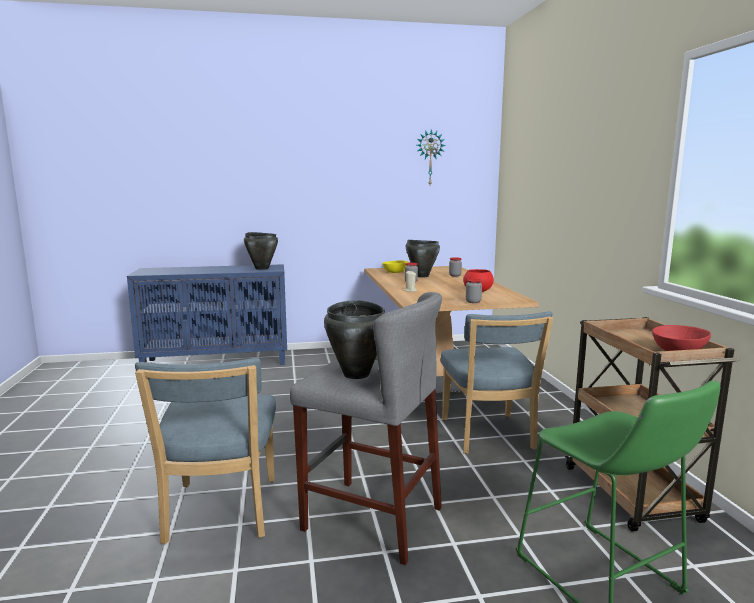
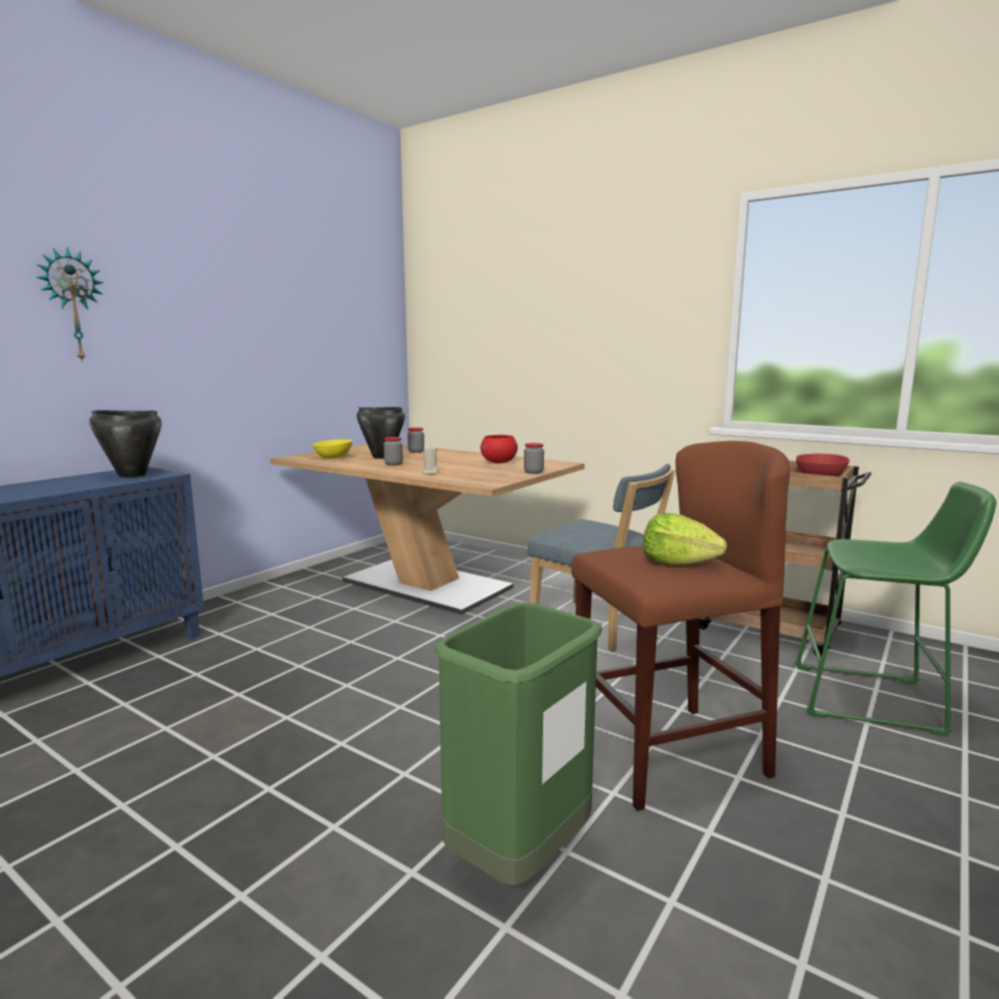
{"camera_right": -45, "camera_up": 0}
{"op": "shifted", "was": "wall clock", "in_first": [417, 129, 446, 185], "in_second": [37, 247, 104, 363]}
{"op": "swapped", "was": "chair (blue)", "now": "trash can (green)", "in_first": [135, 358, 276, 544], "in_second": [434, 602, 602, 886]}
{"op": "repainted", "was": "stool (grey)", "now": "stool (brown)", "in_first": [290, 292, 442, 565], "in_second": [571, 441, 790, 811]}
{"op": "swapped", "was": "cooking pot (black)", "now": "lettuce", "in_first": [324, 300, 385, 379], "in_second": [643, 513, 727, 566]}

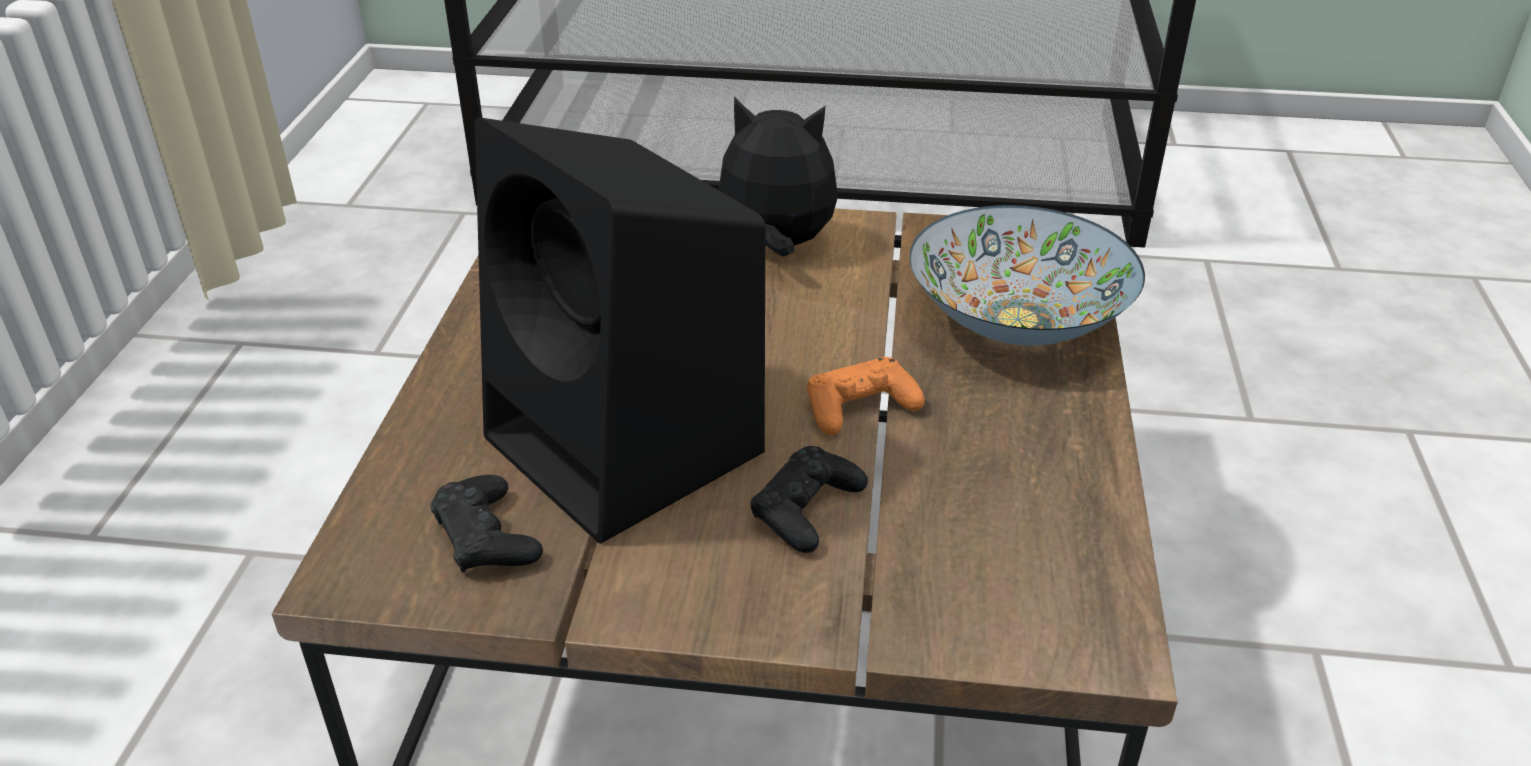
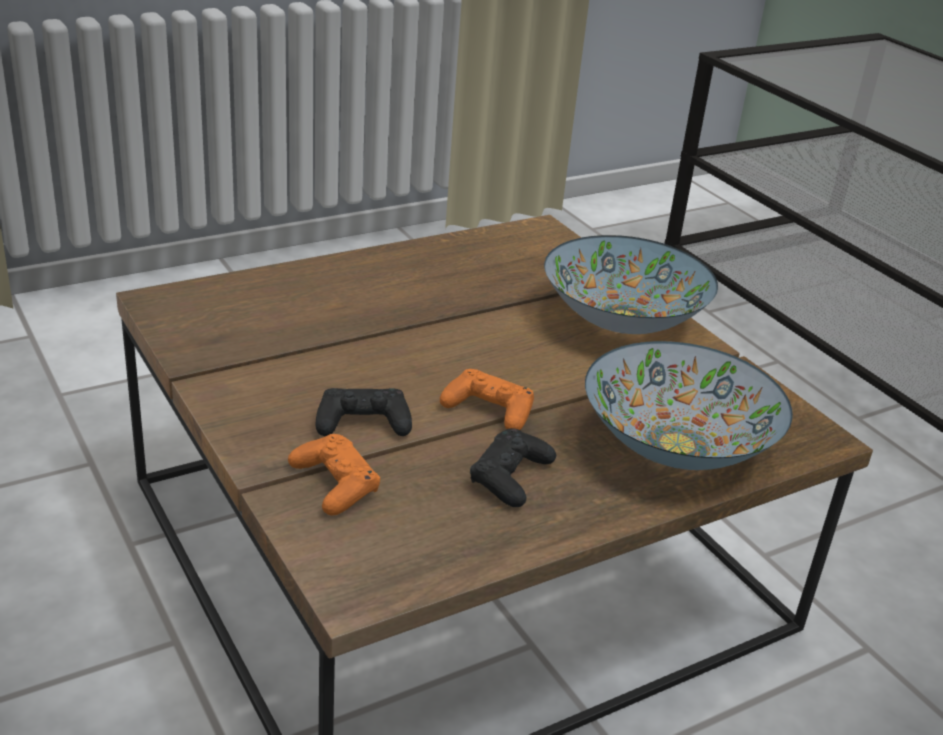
{"camera_right": 50, "camera_up": -5}
{"op": "new", "now": "game controller (orange)", "in_second": [288, 434, 380, 516]}
{"op": "shifted", "was": "game controller (black)", "in_first": [430, 475, 543, 573], "in_second": [470, 429, 556, 507]}
{"op": "swapped", "was": "plush toy", "now": "bowl", "in_first": [719, 97, 838, 257], "in_second": [544, 235, 718, 334]}
{"op": "gone", "was": "speaker (black)", "in_first": [475, 117, 765, 544]}

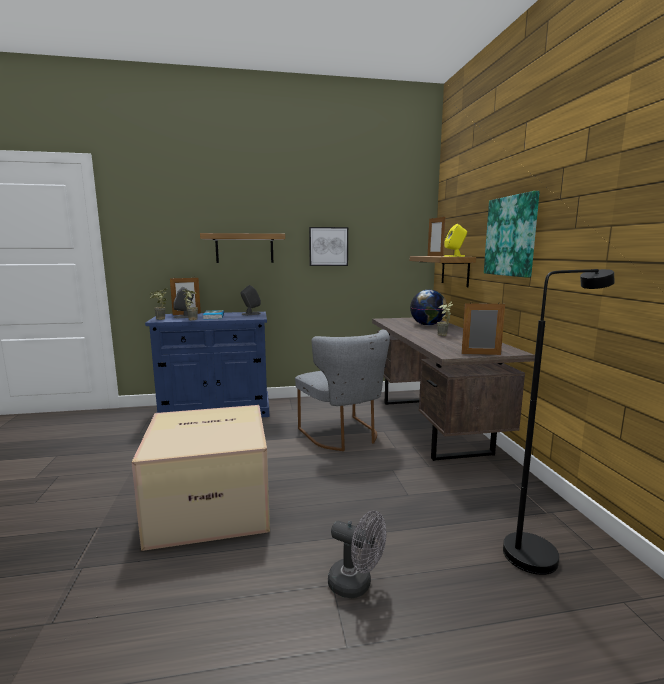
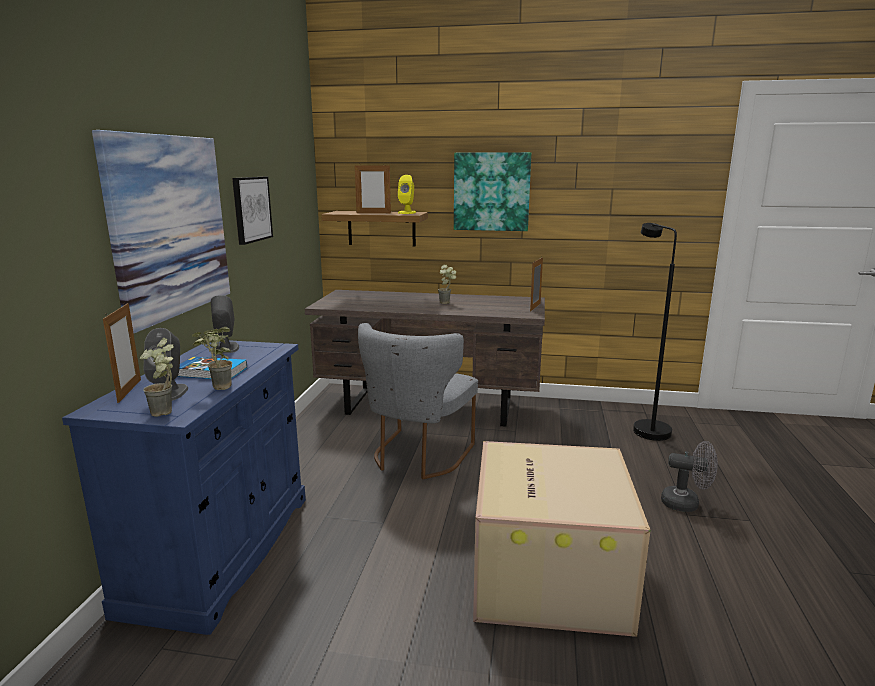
{"camera_right": -70, "camera_up": 5}
{"op": "swapped", "was": "shelf", "now": "picture", "in_first": [200, 233, 285, 263], "in_second": [92, 130, 230, 333]}
{"op": "rotated", "was": "chair (grey)", "in_first": [295, 330, 390, 451], "in_second": [358, 323, 478, 479], "clockwise": 120}
{"op": "rotated", "was": "fan (grey)", "in_first": [328, 511, 386, 598], "in_second": [661, 441, 718, 512], "clockwise": 60}
{"op": "gone", "was": "globe", "in_first": [410, 290, 447, 326]}

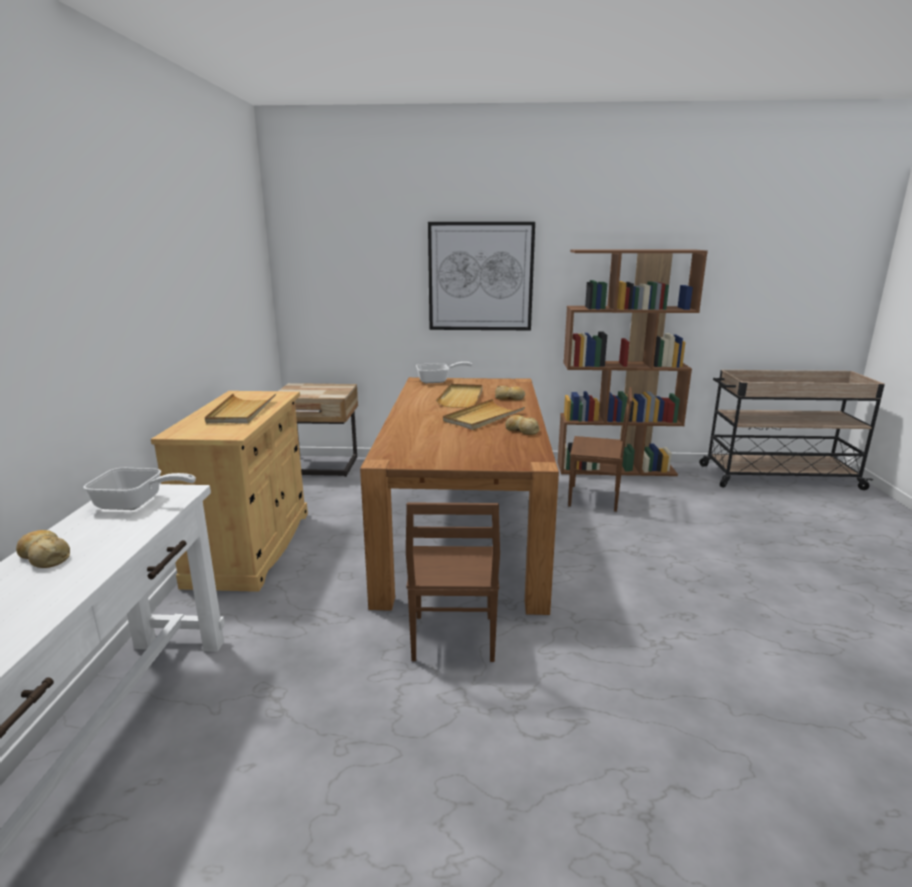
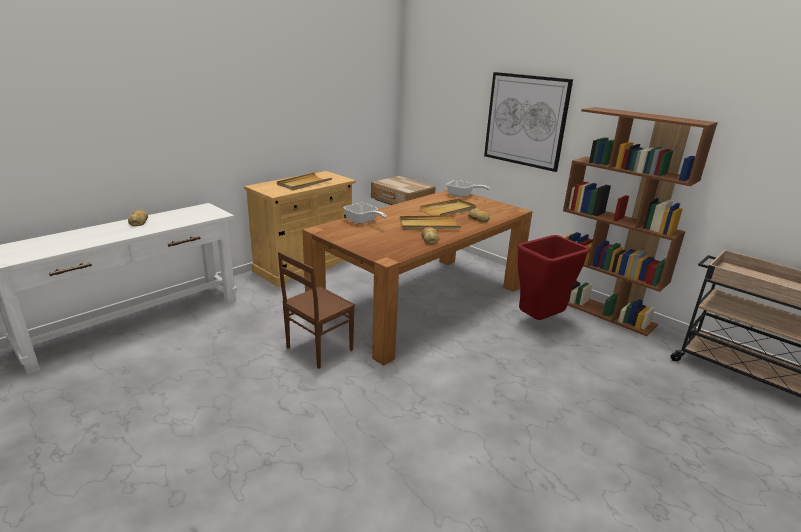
{"camera_right": 40, "camera_up": 5}
{"op": "shifted", "was": "frying pan", "in_first": [83, 468, 196, 510], "in_second": [343, 203, 387, 224]}
{"op": "swapped", "was": "chair (brown)", "now": "trash can (red)", "in_first": [568, 387, 632, 512], "in_second": [517, 235, 590, 320]}

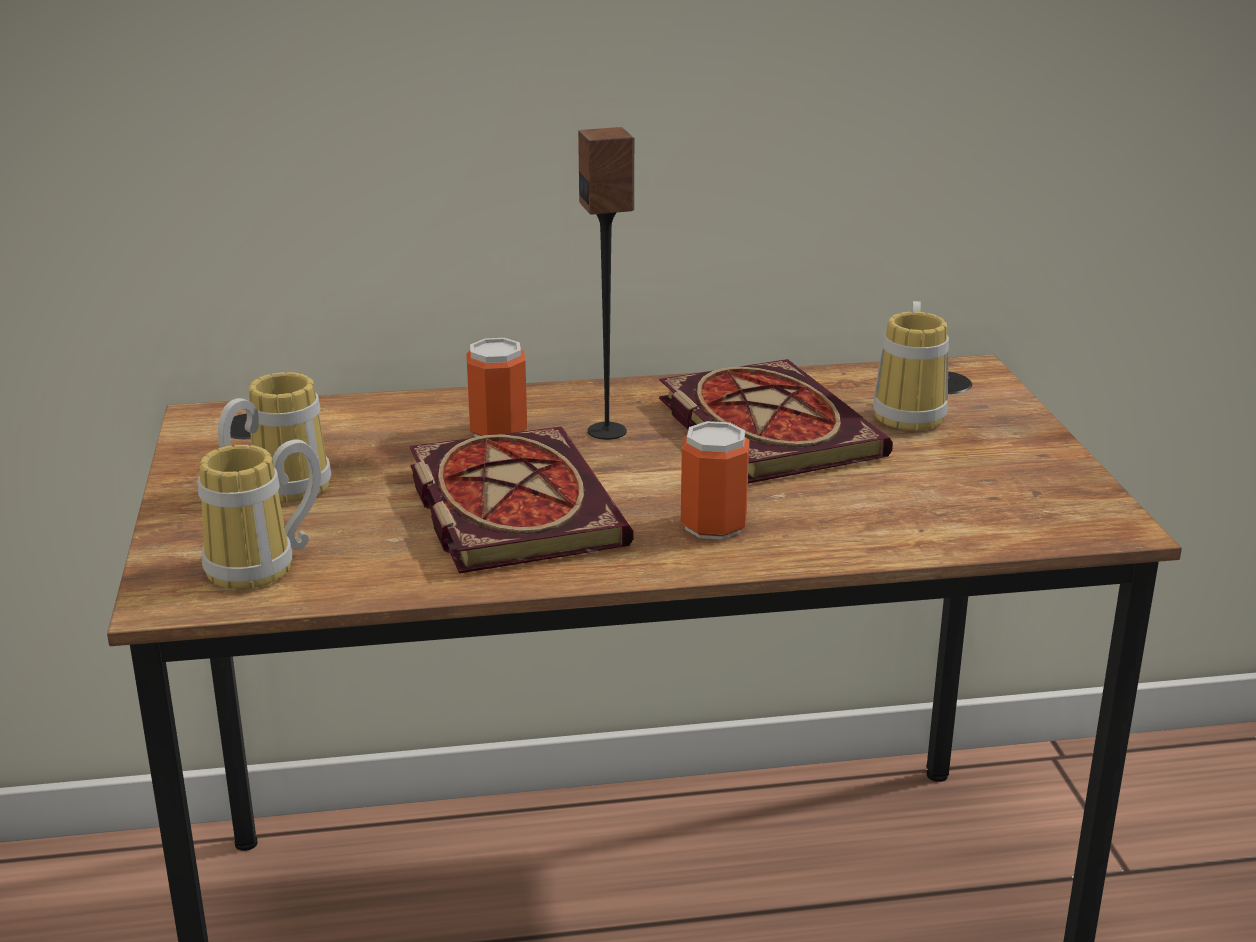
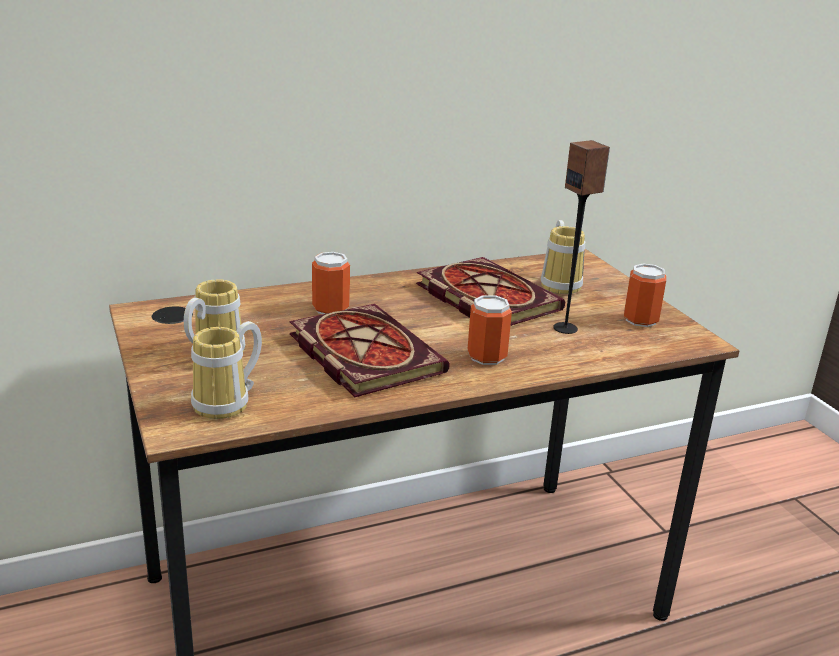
{"camera_right": -15, "camera_up": 0}
{"op": "shifted", "was": "speaker", "in_first": [578, 127, 634, 440], "in_second": [553, 140, 610, 334]}
{"op": "new", "now": "can", "in_second": [624, 264, 666, 327]}

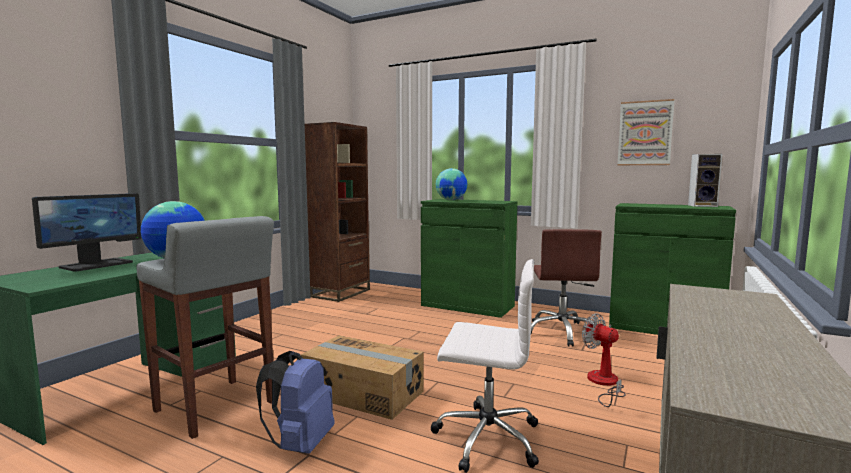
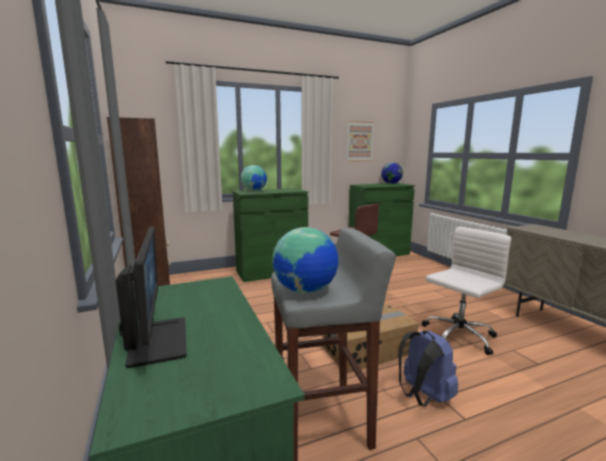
{"camera_right": -50, "camera_up": 5}
{"op": "swapped", "was": "speaker", "now": "globe", "in_first": [688, 154, 722, 207], "in_second": [381, 163, 403, 184]}
{"op": "gone", "was": "fan", "in_first": [582, 313, 625, 407]}

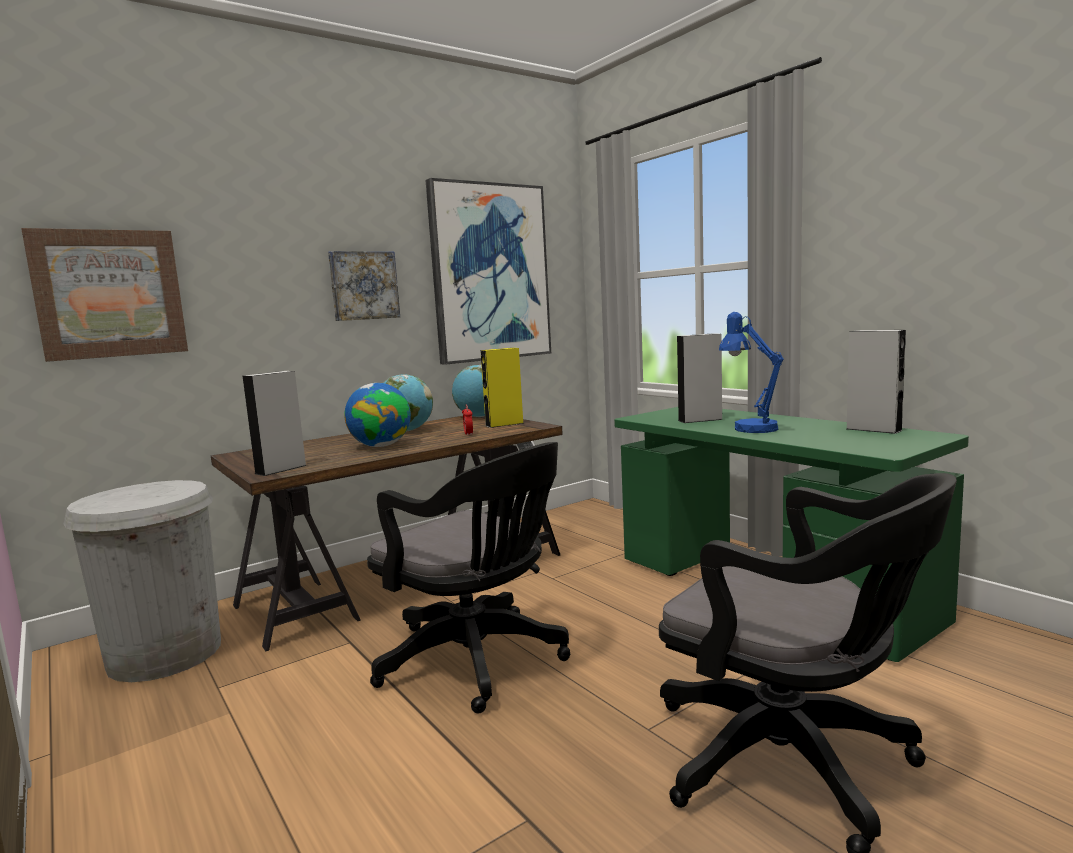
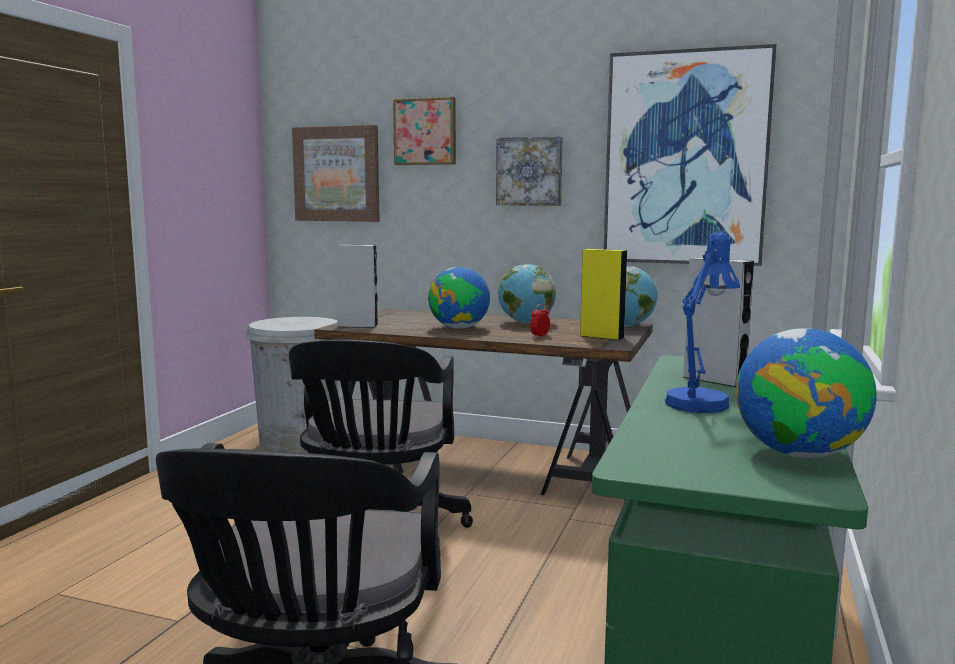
{"camera_right": 55, "camera_up": 0}
{"op": "new", "now": "picture", "in_second": [393, 97, 456, 165]}
{"op": "swapped", "was": "speaker (grey)", "now": "globe", "in_first": [847, 330, 906, 434], "in_second": [736, 328, 877, 458]}

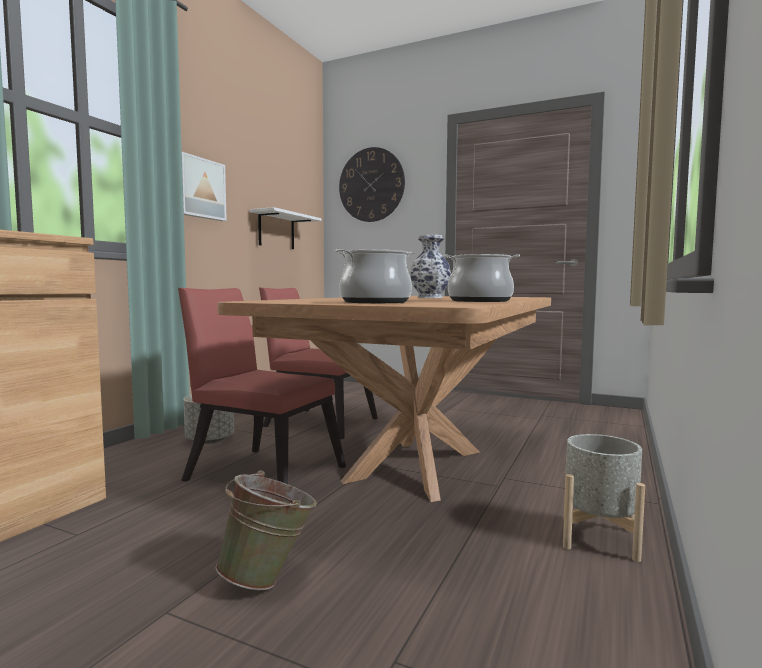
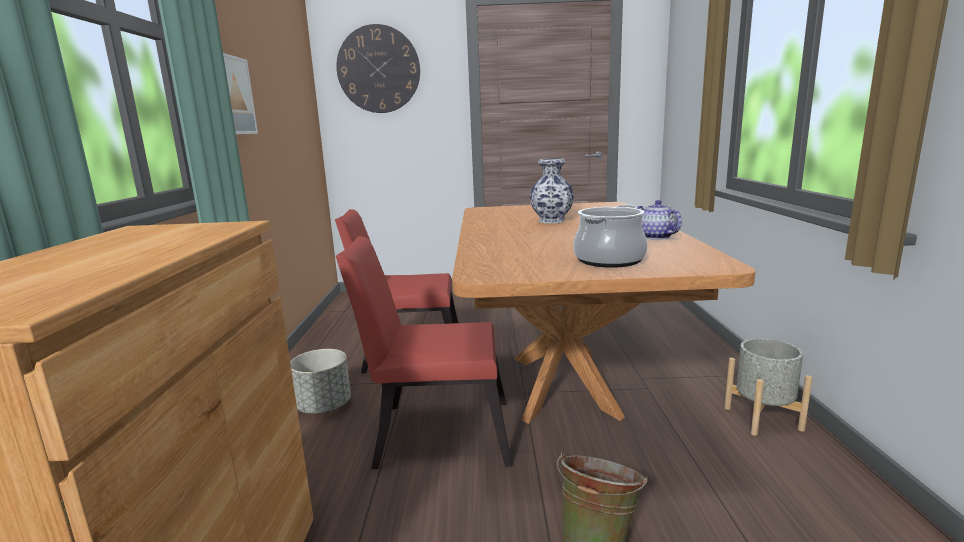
{"camera_right": -25, "camera_up": 10}
{"op": "swapped", "was": "cooking pot", "now": "teapot", "in_first": [443, 254, 520, 302], "in_second": [637, 200, 682, 240]}
{"op": "gone", "was": "shelf (white)", "in_first": [250, 207, 322, 249]}

